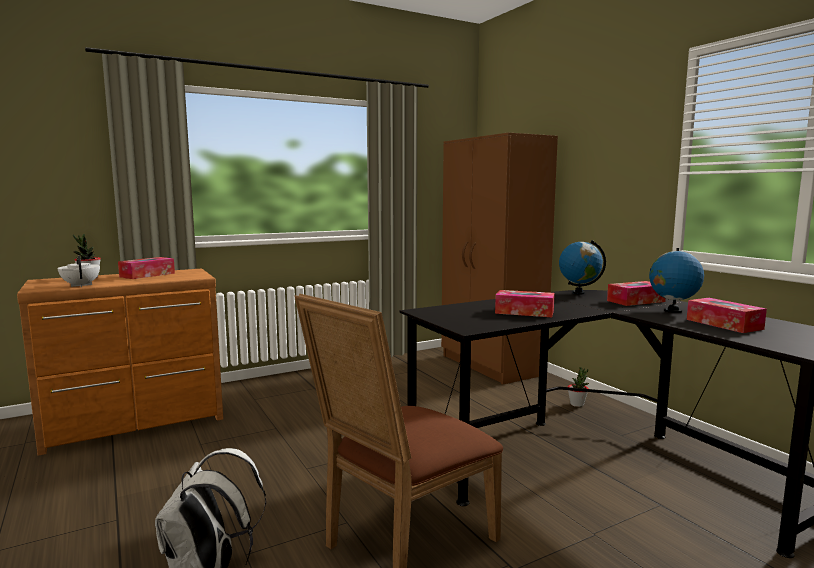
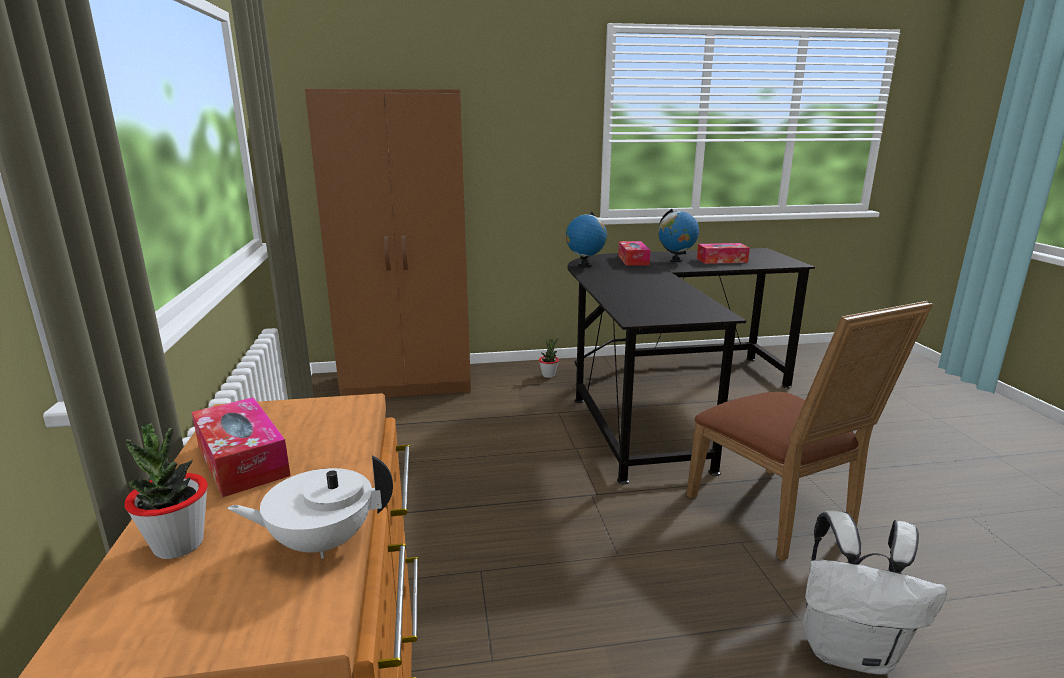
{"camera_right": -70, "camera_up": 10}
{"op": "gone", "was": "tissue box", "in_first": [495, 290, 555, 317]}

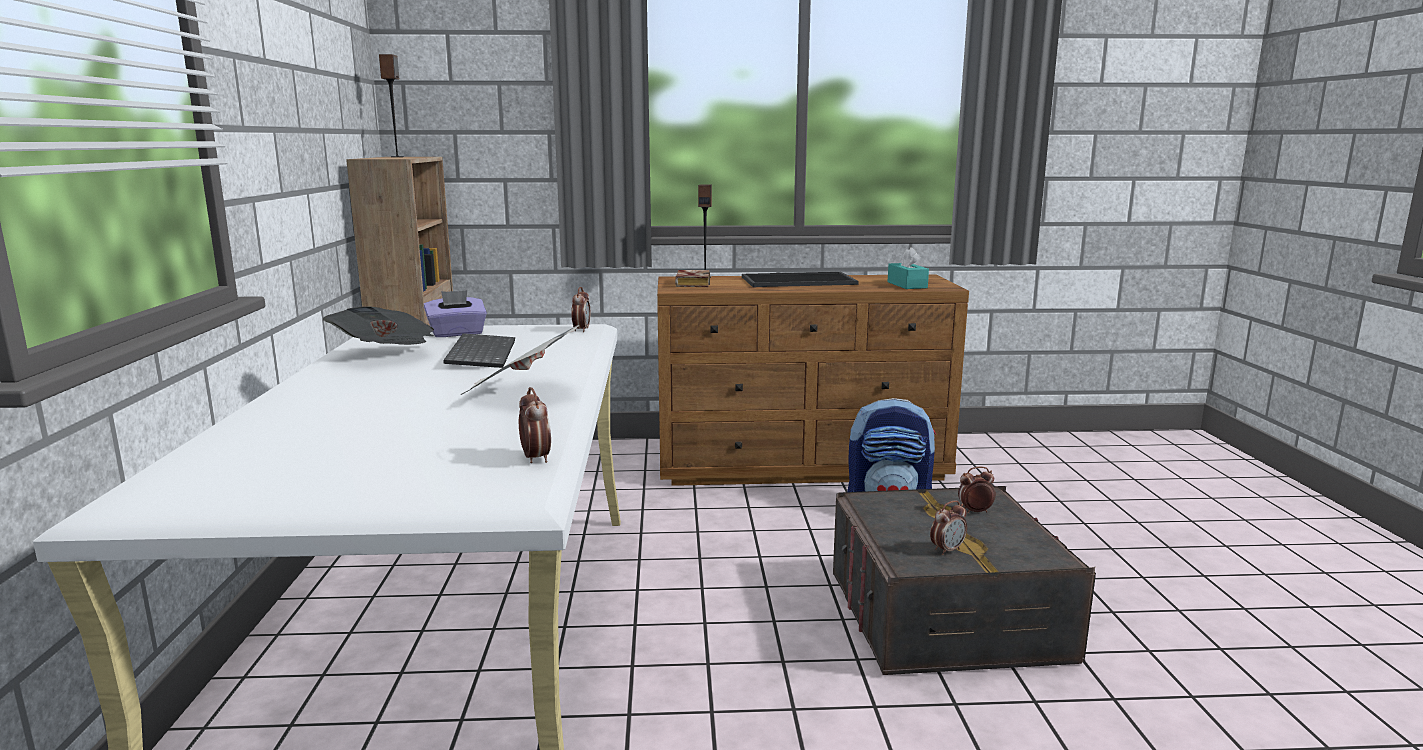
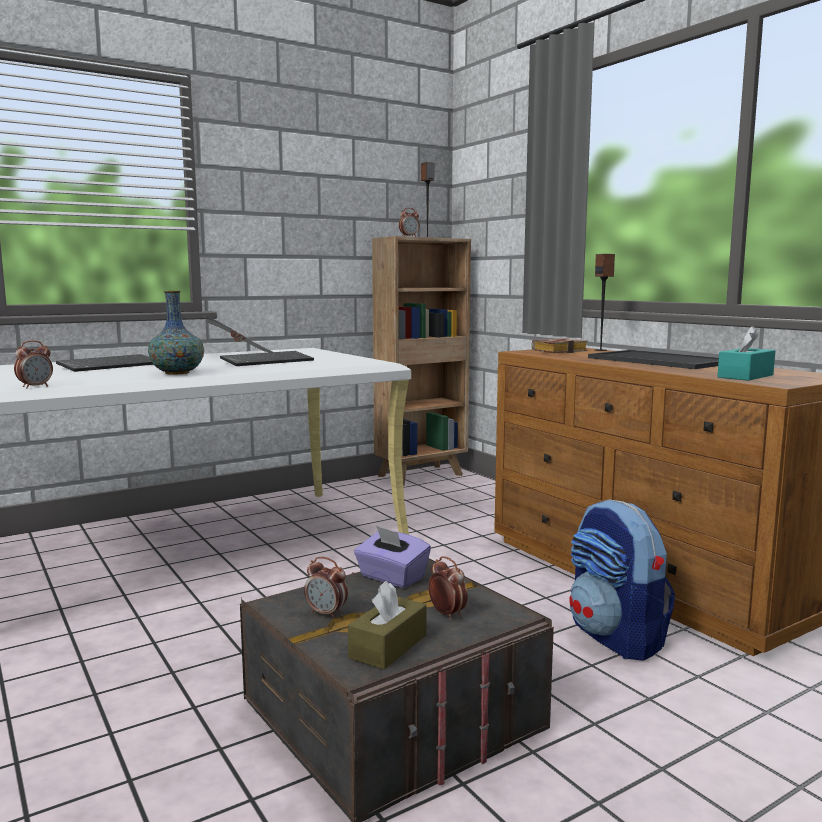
{"camera_right": 60, "camera_up": -5}
{"op": "new", "now": "keyboard", "in_second": [56, 354, 154, 372]}
{"op": "swapped", "was": "newspaper", "now": "vase", "in_first": [461, 325, 579, 395], "in_second": [148, 291, 204, 375]}
{"op": "new", "now": "tissue box (brown)", "in_second": [348, 581, 427, 670]}
{"op": "shifted", "was": "tissue box (purple)", "in_first": [424, 290, 487, 337], "in_second": [354, 526, 431, 588]}
{"op": "shifted", "was": "alarm clock", "in_first": [571, 287, 590, 332], "in_second": [399, 208, 420, 237]}

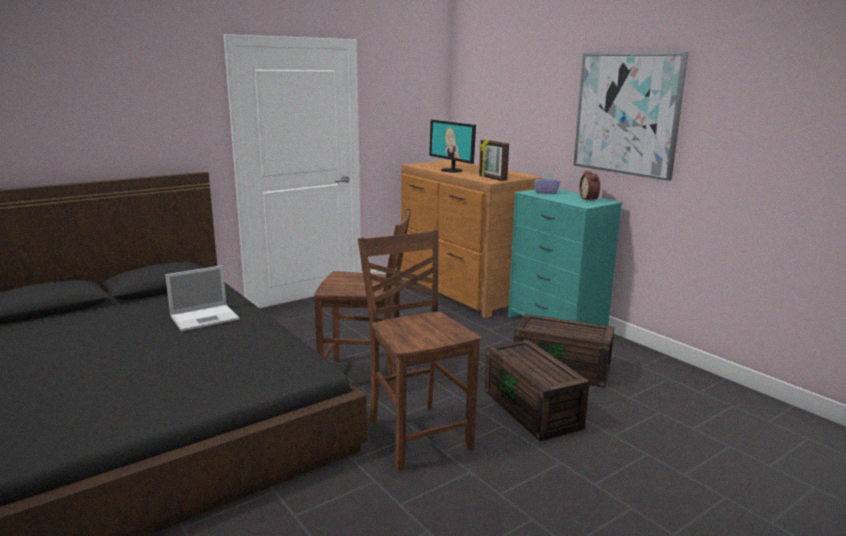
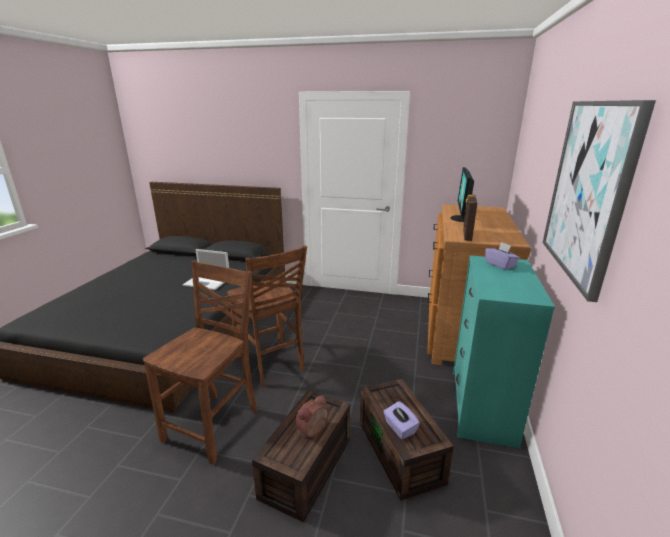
{"camera_right": 50, "camera_up": 5}
{"op": "shifted", "was": "alarm clock", "in_first": [579, 170, 600, 202], "in_second": [295, 395, 329, 438]}
{"op": "new", "now": "tissue box (purple)", "in_second": [383, 401, 420, 439]}

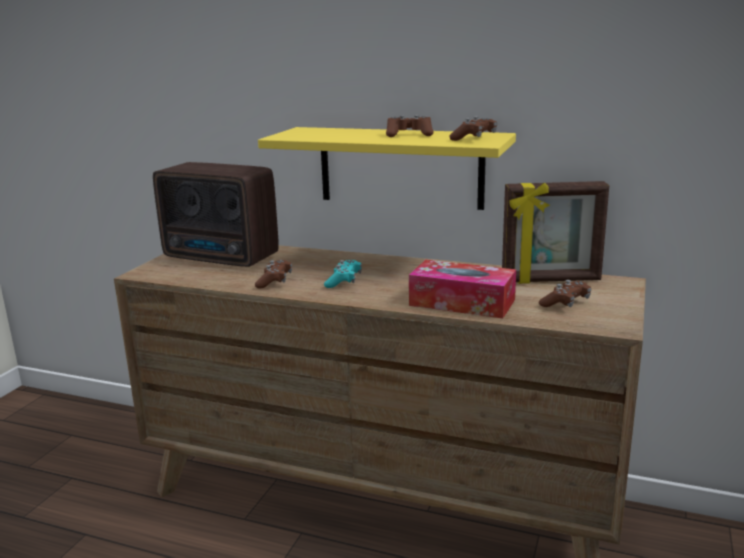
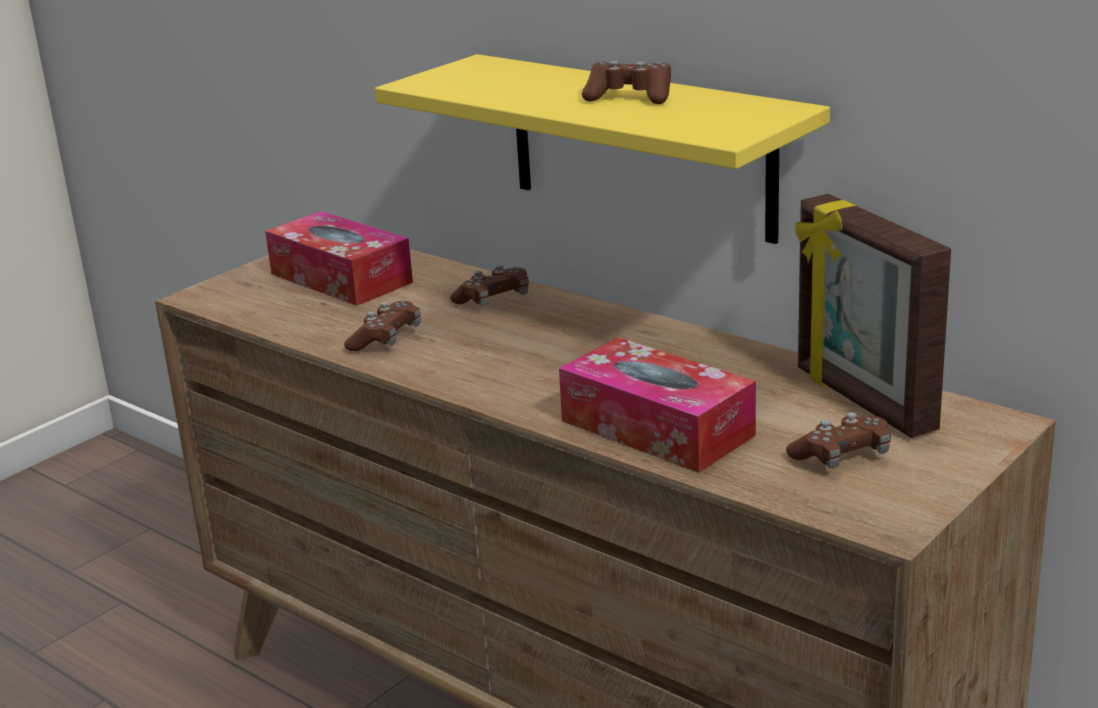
{"camera_right": 20, "camera_up": 5}
{"op": "swapped", "was": "radio", "now": "tissue box", "in_first": [153, 162, 279, 267], "in_second": [265, 211, 413, 306]}
{"op": "shifted", "was": "game controller (brown)", "in_first": [449, 116, 497, 141], "in_second": [450, 265, 529, 307]}
{"op": "rotated", "was": "picture frame", "in_first": [502, 181, 609, 284], "in_second": [795, 194, 951, 438], "clockwise": 45}
{"op": "gone", "was": "game controller (turquoise)", "in_first": [324, 260, 362, 288]}

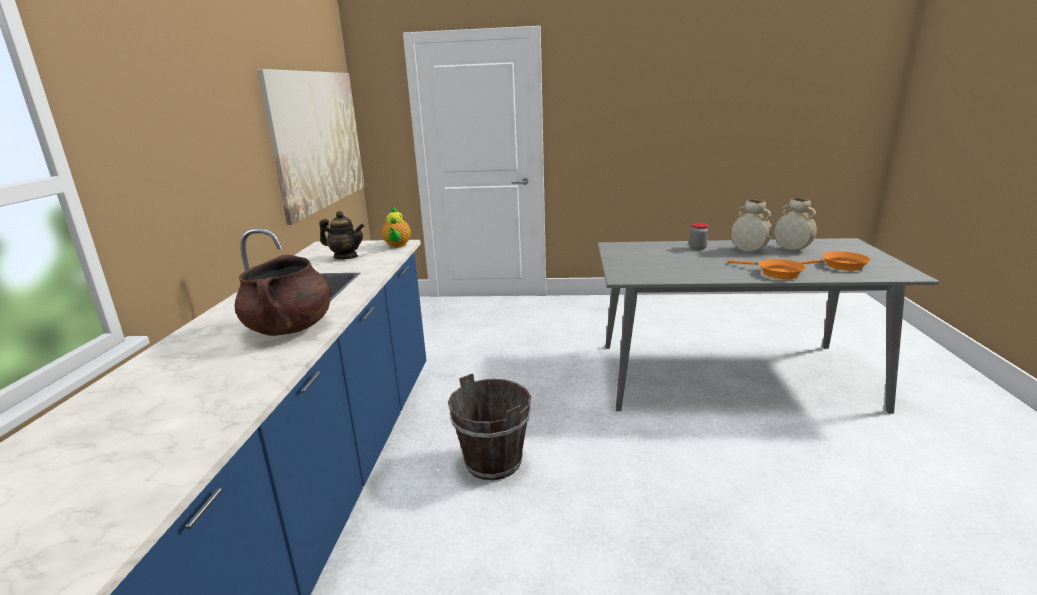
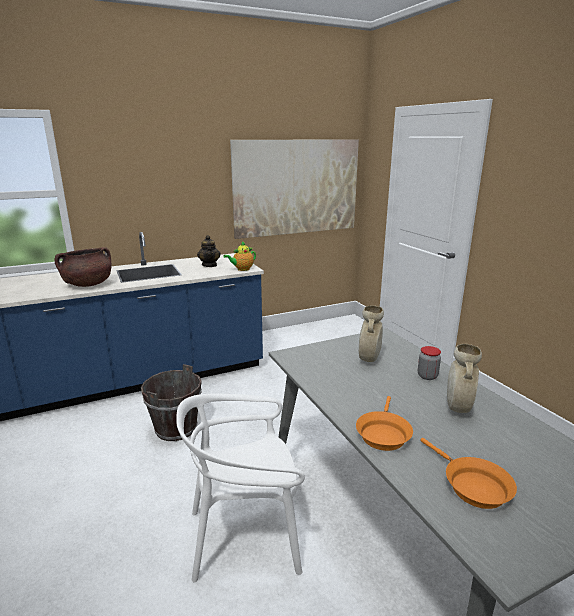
{"camera_right": 60, "camera_up": 0}
{"op": "new", "now": "chair (white)", "in_second": [176, 394, 305, 582]}
{"op": "shifted", "was": "vase (beige)", "in_first": [774, 198, 817, 250], "in_second": [359, 305, 384, 362]}

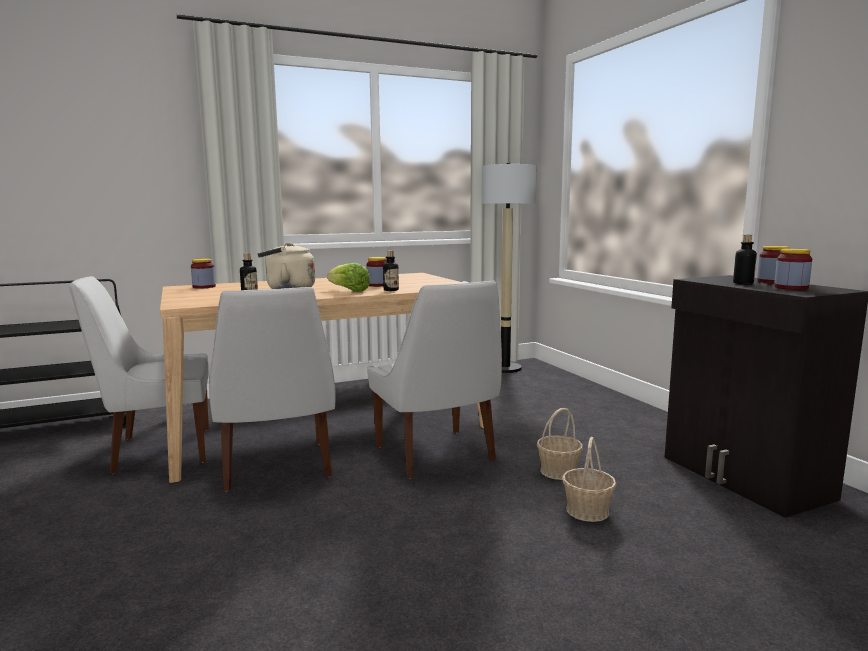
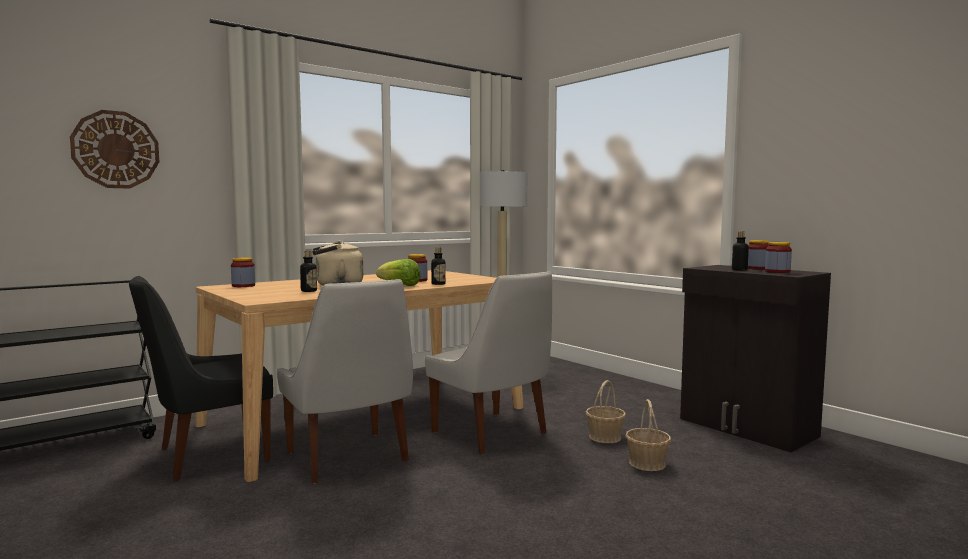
{"camera_right": -15, "camera_up": -5}
{"op": "new", "now": "wall clock", "in_second": [70, 110, 159, 189]}
{"op": "repainted", "was": "chair (white)", "now": "chair (black)", "in_first": [69, 276, 209, 474], "in_second": [129, 276, 273, 481]}

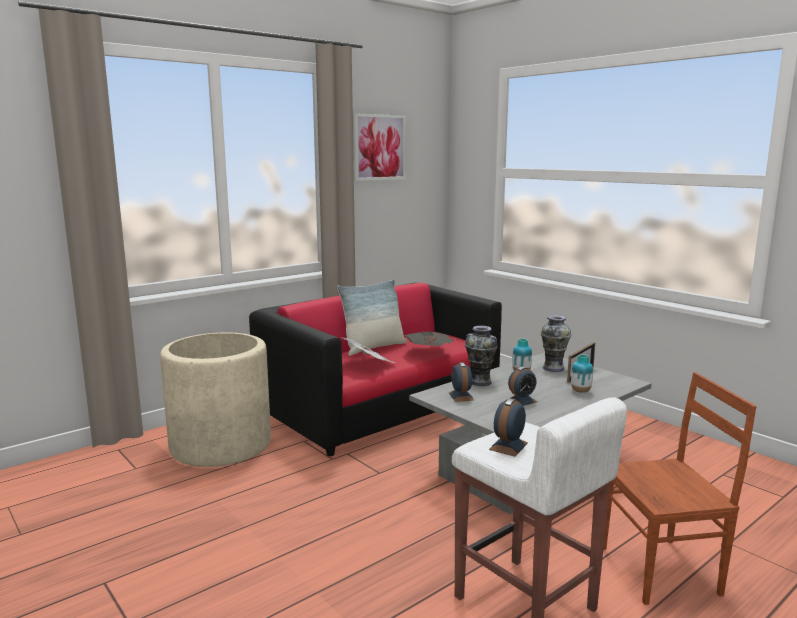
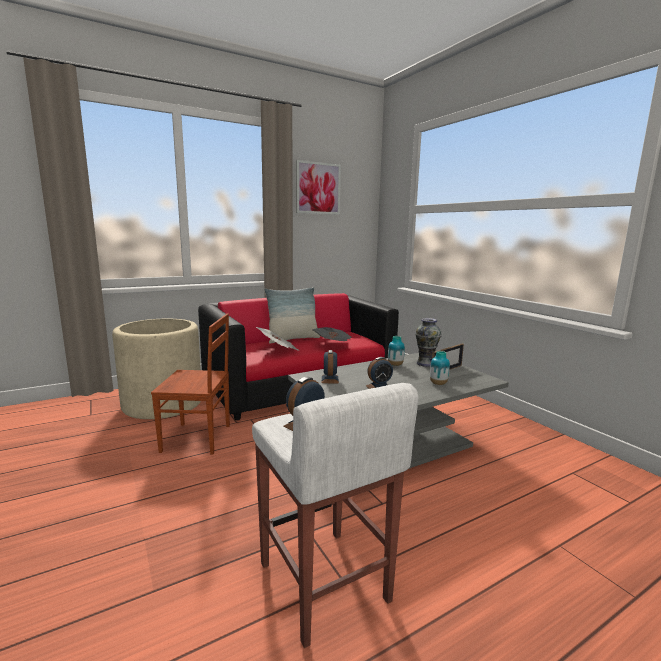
{"camera_right": 10, "camera_up": 0}
{"op": "shifted", "was": "chair (brown)", "in_first": [603, 372, 756, 605], "in_second": [151, 313, 230, 454]}
{"op": "gone", "was": "vase", "in_first": [465, 326, 498, 386]}

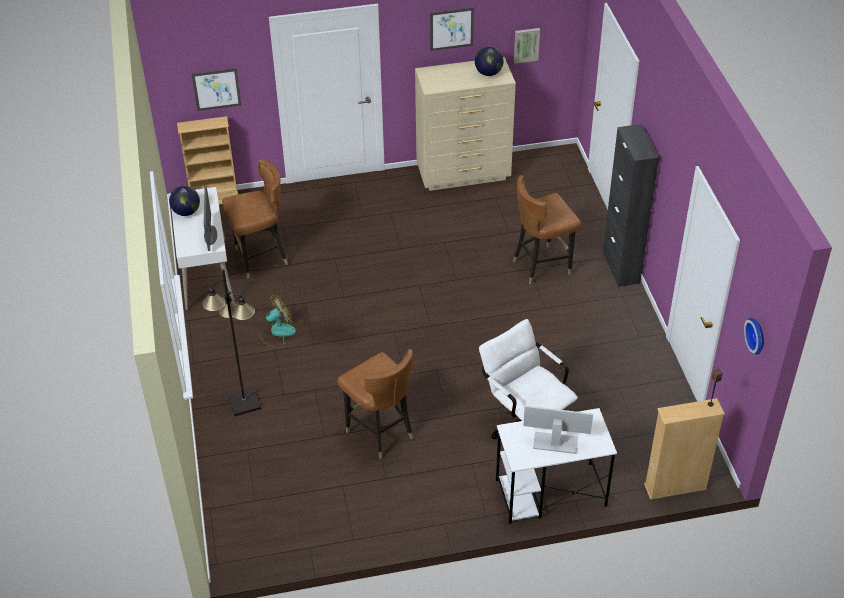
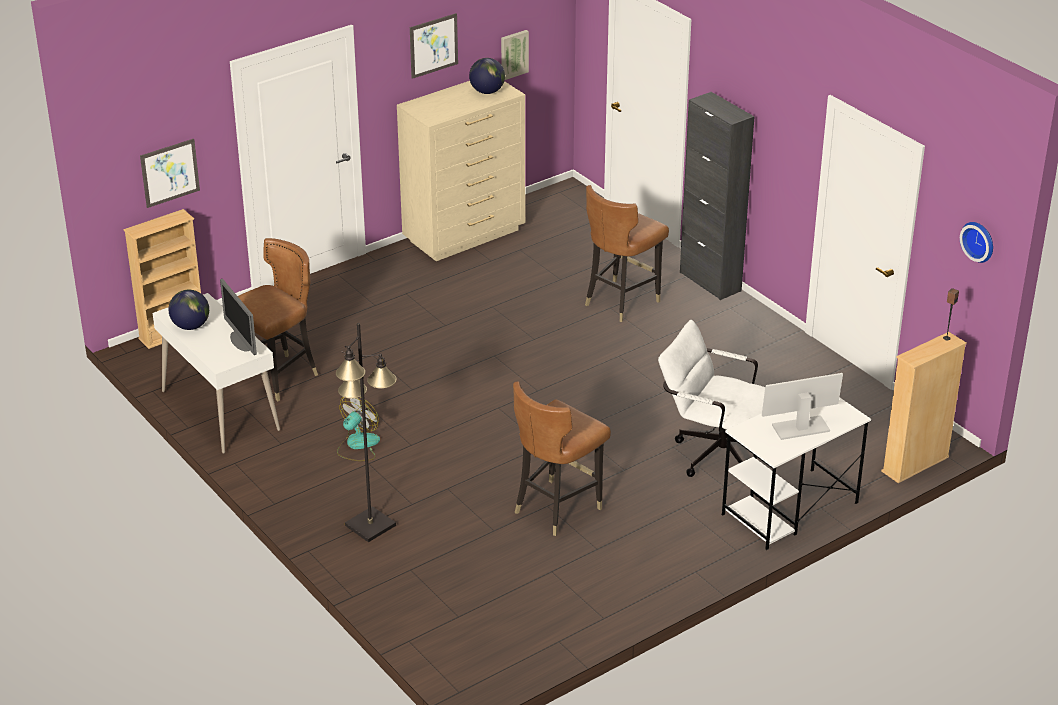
{"camera_right": -25, "camera_up": -10}
{"op": "rotated", "was": "chair (brown)", "in_first": [337, 349, 414, 459], "in_second": [513, 381, 611, 536], "clockwise": 105}

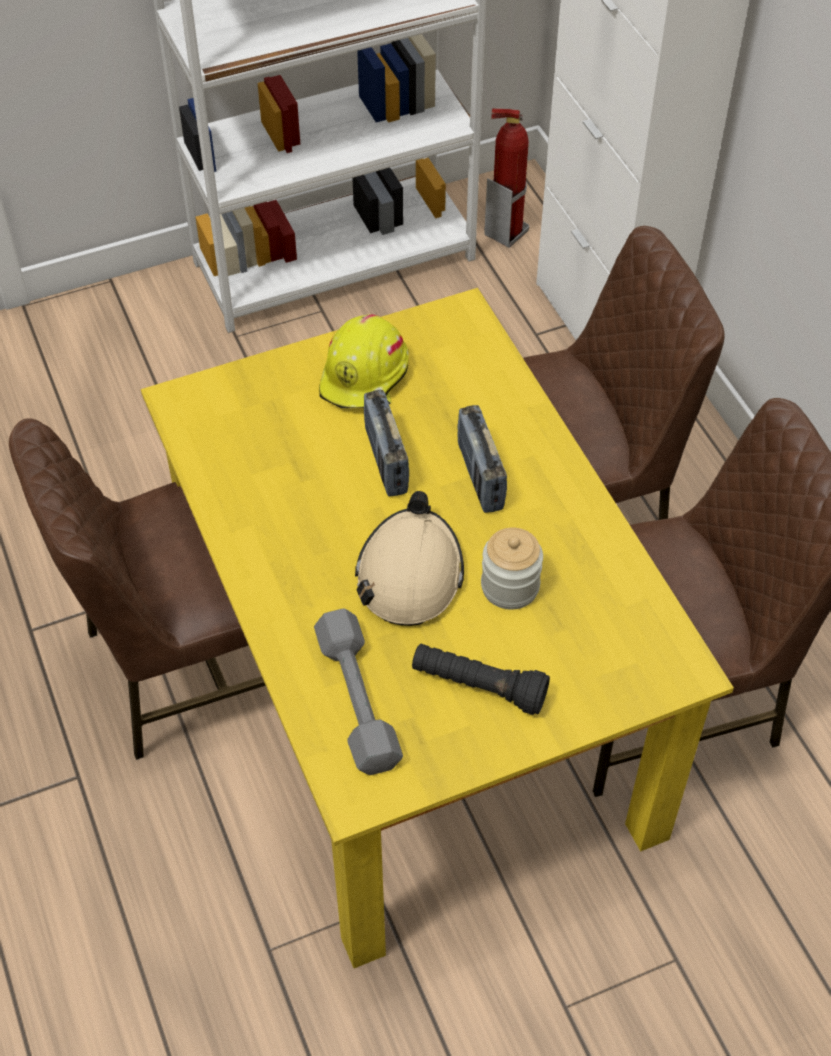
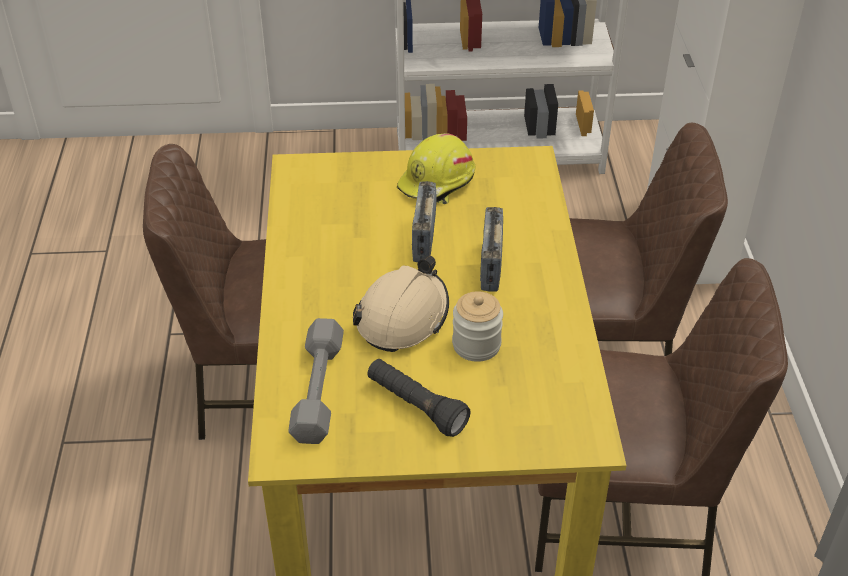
{"camera_right": 20, "camera_up": -10}
{"op": "gone", "was": "fire extinguisher", "in_first": [484, 108, 529, 248]}

